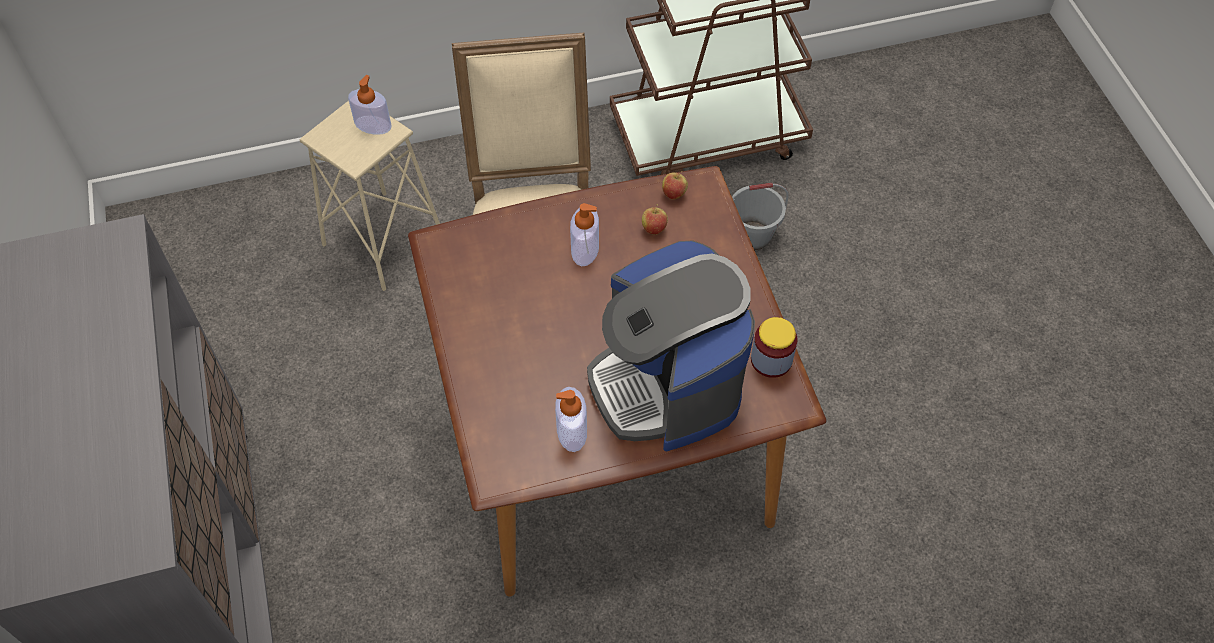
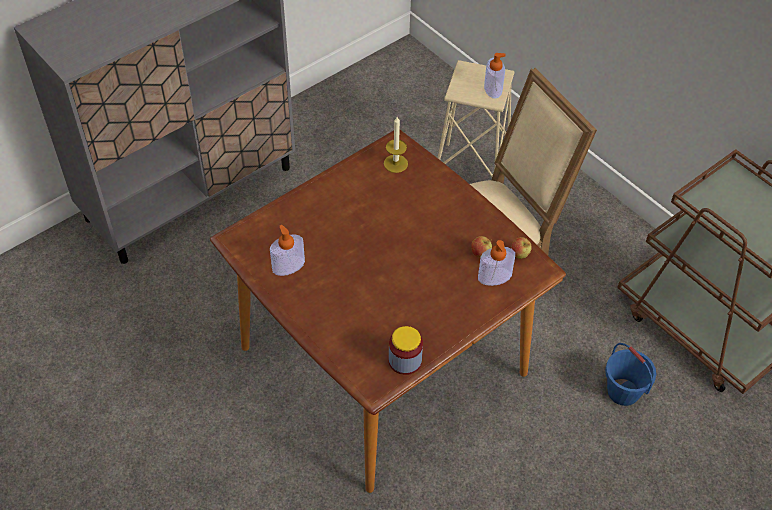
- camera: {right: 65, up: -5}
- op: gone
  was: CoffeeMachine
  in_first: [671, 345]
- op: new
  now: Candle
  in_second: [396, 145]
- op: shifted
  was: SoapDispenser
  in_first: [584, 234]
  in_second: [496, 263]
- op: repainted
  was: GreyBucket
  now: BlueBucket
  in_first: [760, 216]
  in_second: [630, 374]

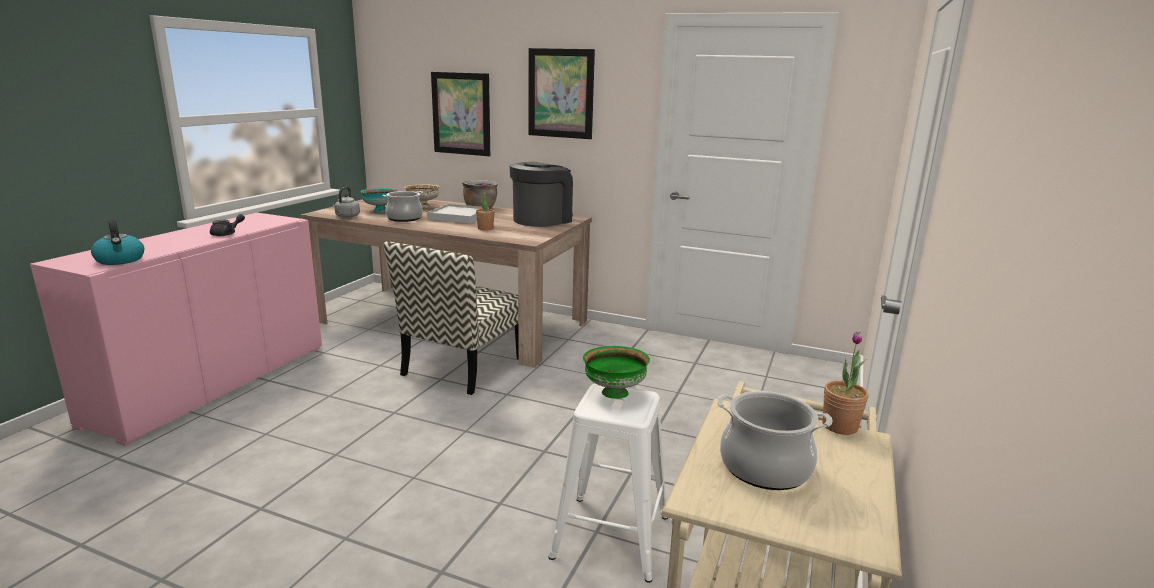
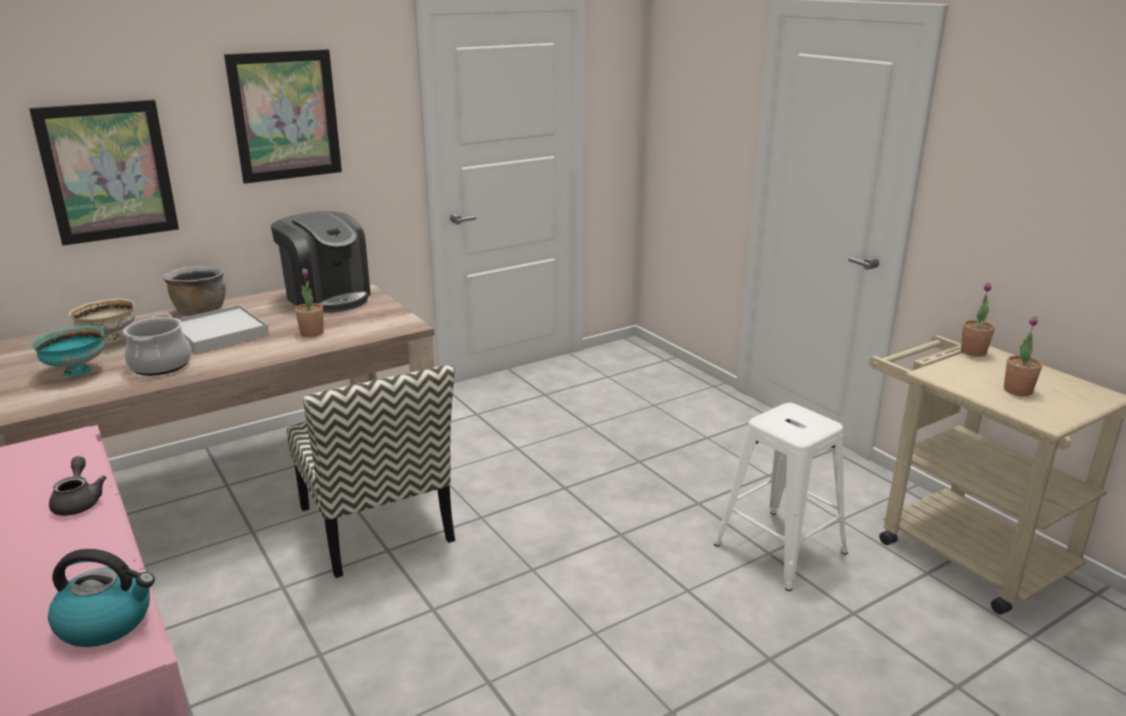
- camera: {right: -55, up: 5}
- op: gone
  was: GreyKettle
  in_first: [346, 202]
- op: gone
  was: GreenBowl
  in_first: [616, 372]
- op: swapped
  was: CookingPot
  now: PottedPlant
  in_first: [775, 440]
  in_second: [1023, 356]
- op: rotated
  was: CoffeeMachine
  in_first: [541, 194]
  in_second: [321, 262]
  clockwise: 150

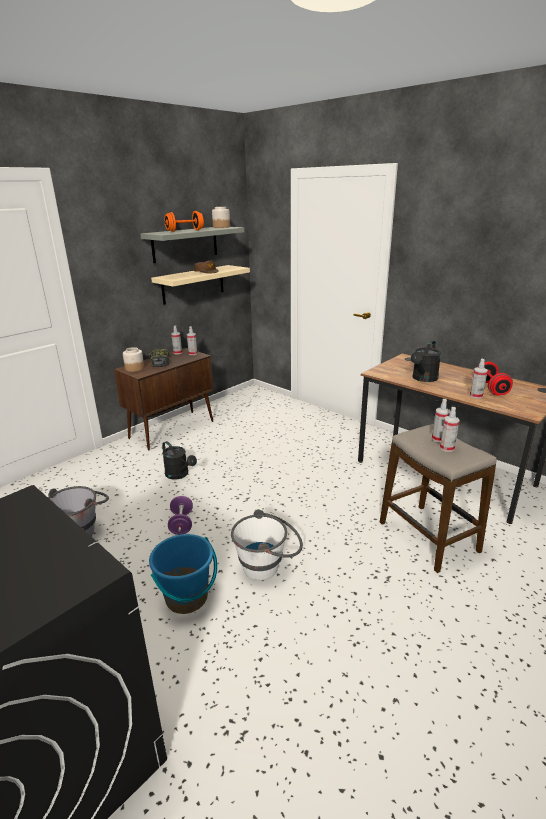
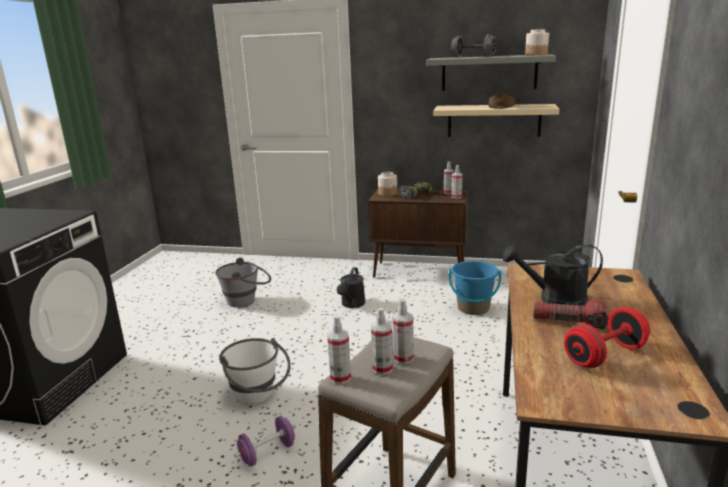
- camera: {right: 60, up: -5}
- op: new
  now: Flashlight
  in_second: [572, 314]
- op: shifted
  was: BlueBucket
  in_first: [183, 574]
  in_second: [475, 288]
- op: shifted
  was: PurpleDumbbell
  in_first: [180, 515]
  in_second: [265, 441]
- op: shifted
  was: SprayBottle
  in_first: [479, 379]
  in_second: [339, 349]
- op: repainted
  was: OrangeDumbbell
  now: GreyDumbbell
  in_first: [184, 221]
  in_second: [473, 46]

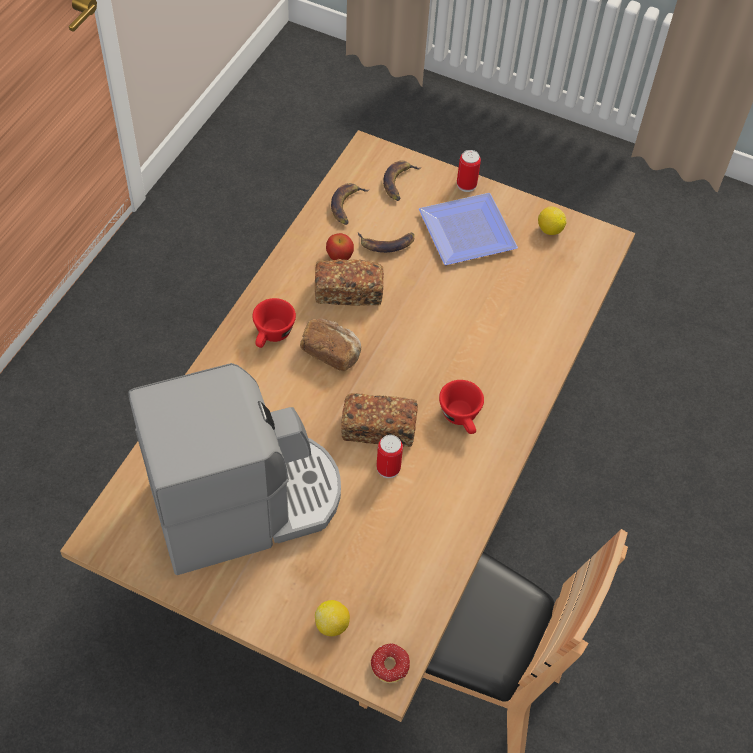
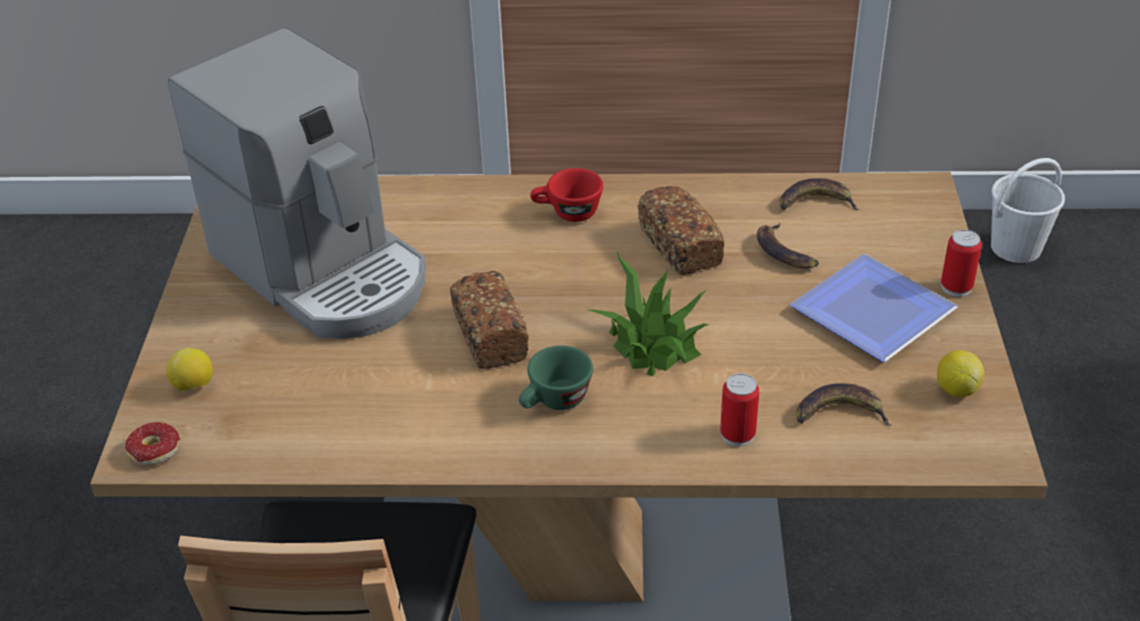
- camera: {right: 70, up: -15}
- op: gone
  was: Bread
  in_first: [330, 345]
- op: gone
  was: Apple
  in_first: [340, 246]
- op: new
  now: PottedPlant
  in_second: [648, 313]
- op: new
  now: WhiteBucket
  in_second: [1028, 210]
- op: shifted
  was: Can
  in_first: [389, 456]
  in_second: [739, 409]
- op: shifted
  was: Banana
  in_first: [401, 180]
  in_second: [843, 404]
- op: repainted
  was: RedCup
  now: GreenCup
  in_first: [461, 407]
  in_second: [556, 378]

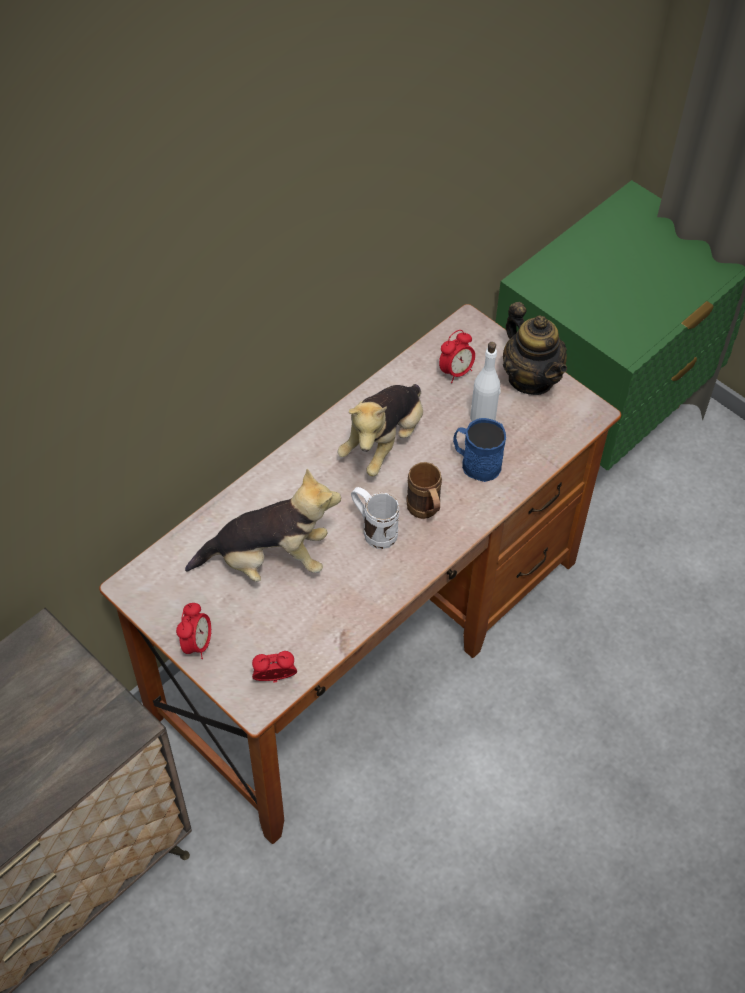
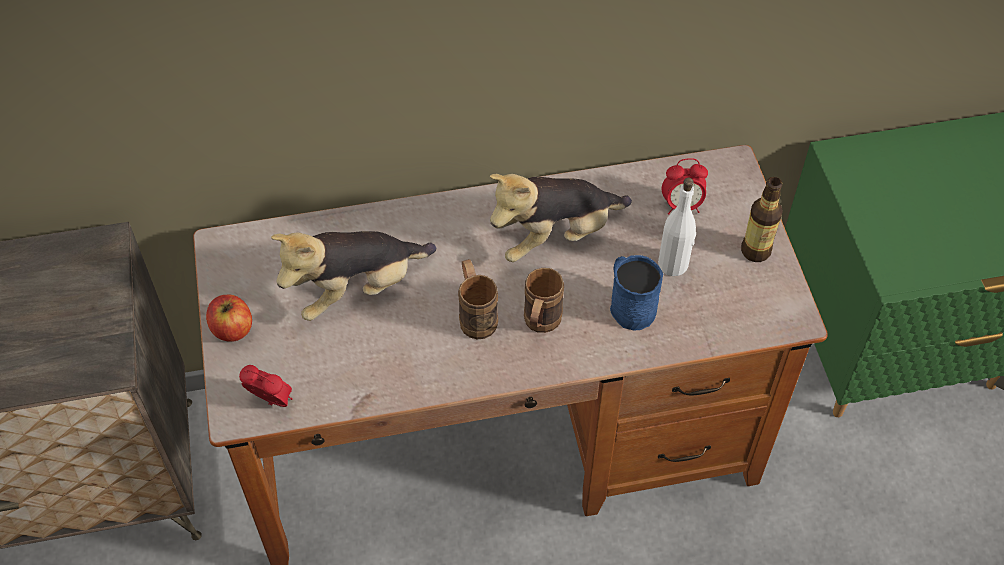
- camera: {right: 35, up: 0}
- op: swapped
  was: AlarmClock
  now: Apple
  in_first: [193, 631]
  in_second: [229, 318]
- op: swapped
  was: Teapot
  now: Bottle
  in_first: [535, 348]
  in_second: [762, 219]
- op: repainted
  was: WhiteMug
  now: BrownMug
  in_first: [375, 518]
  in_second: [478, 299]
- op: rotated
  was: PlushToy
  in_first: [263, 525]
  in_second: [353, 276]
  clockwise: 120

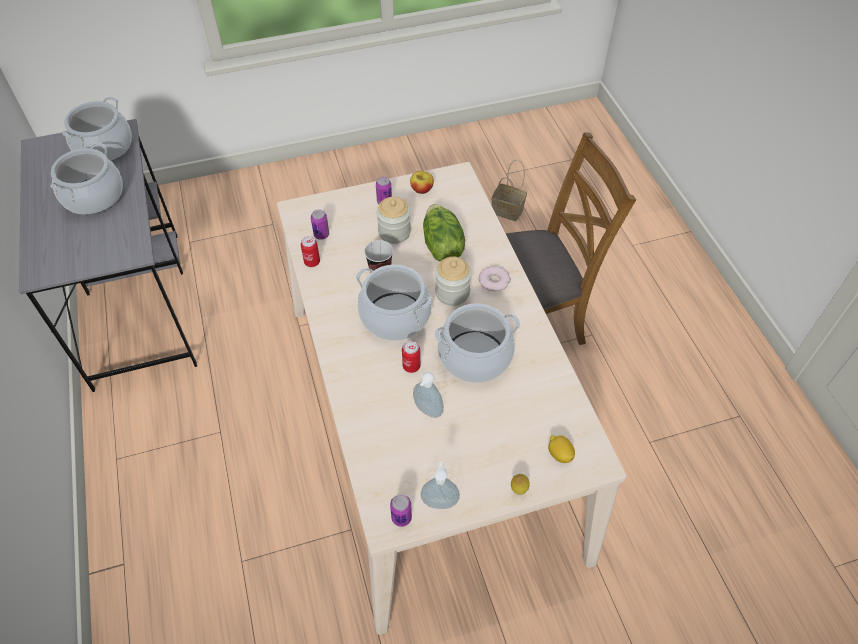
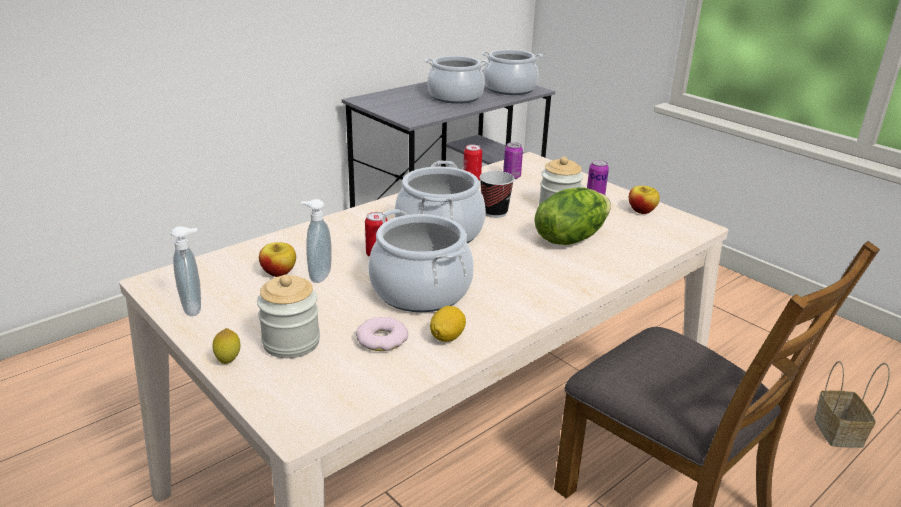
- camera: {right: 65, up: -25}
- op: gone
  was: Can
  in_first: [401, 510]
- op: new
  now: Apple
  in_second: [277, 259]
- op: shifted
  was: Jar
  in_first: [453, 281]
  in_second: [288, 316]
- op: shifted
  was: Donut
  in_first: [495, 279]
  in_second: [382, 334]
- op: shifted
  was: Lemon
  in_first: [561, 449]
  in_second: [448, 324]

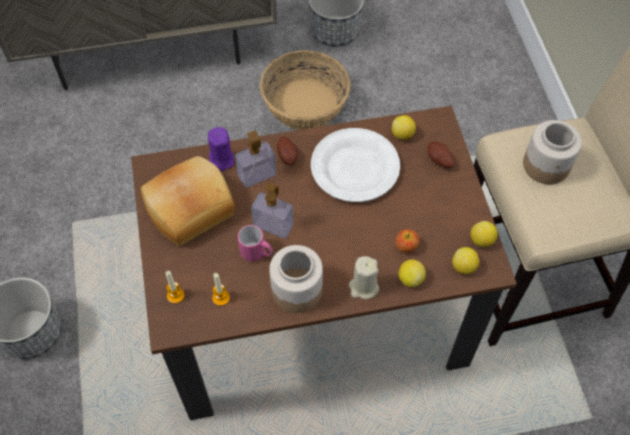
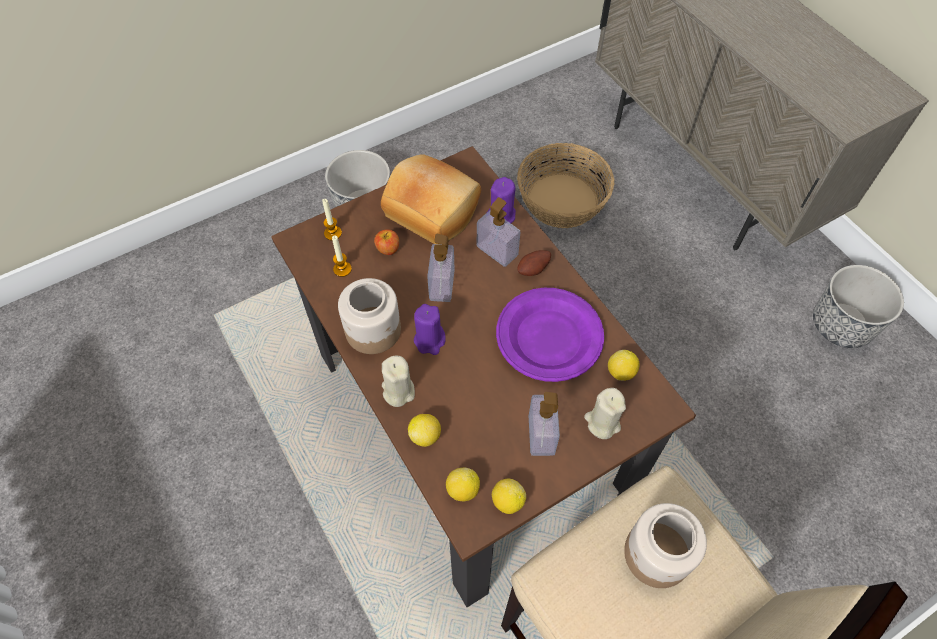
- camera: {right: 70, up: 0}
- op: gone
  was: PinkMug
  in_first: [255, 243]
- op: new
  now: PurpleCandle
  in_second: [430, 329]
- op: new
  now: SoapDispenser
  in_second: [544, 424]
- op: shifted
  was: Basket
  in_first: [305, 90]
  in_second: [566, 185]
- op: shifted
  was: Apple
  in_first: [408, 241]
  in_second: [386, 242]
- op: swapped
  was: Potato
  now: BeigeCandle
  in_first: [441, 155]
  in_second: [605, 413]
- op: repainted
  was: WhitePlate
  now: PurplePlate
  in_first: [355, 165]
  in_second: [550, 335]

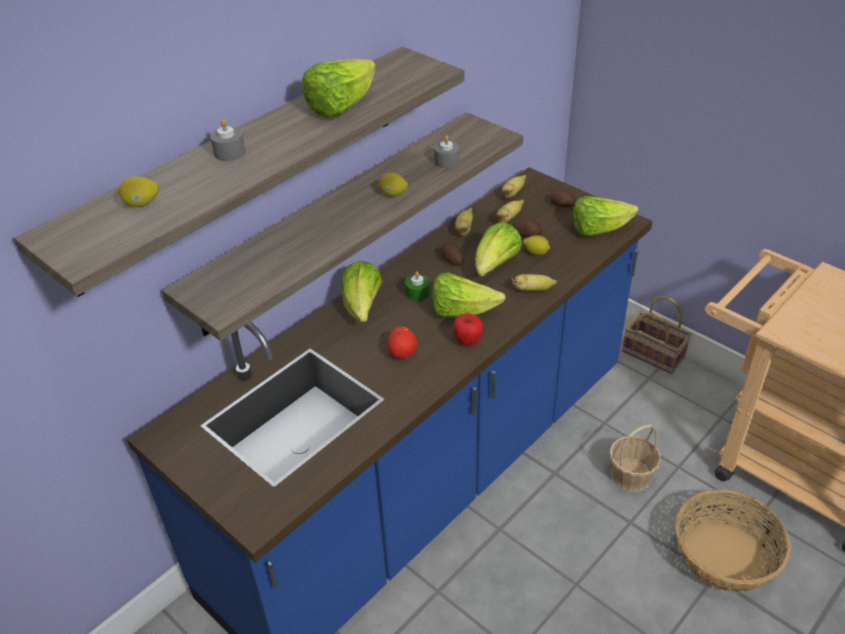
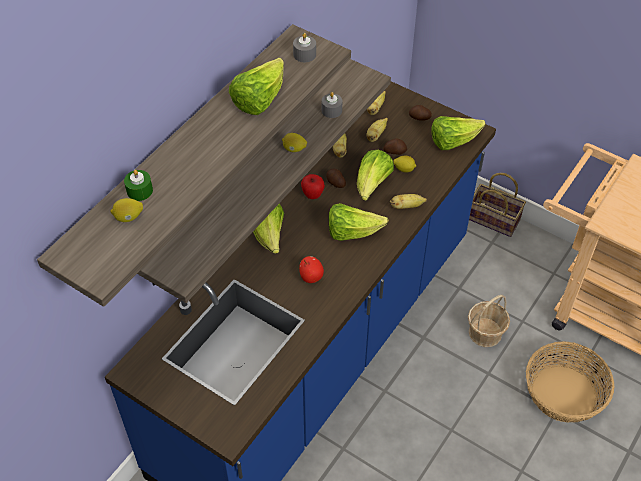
- camera: {right: -10, up: 10}
- op: shifted
  was: GreyCandle
  in_first: [228, 140]
  in_second: [304, 47]
- op: shifted
  was: GreenCandle
  in_first: [417, 286]
  in_second: [138, 185]
- op: shifted
  was: Apple
  in_first: [468, 329]
  in_second: [313, 186]

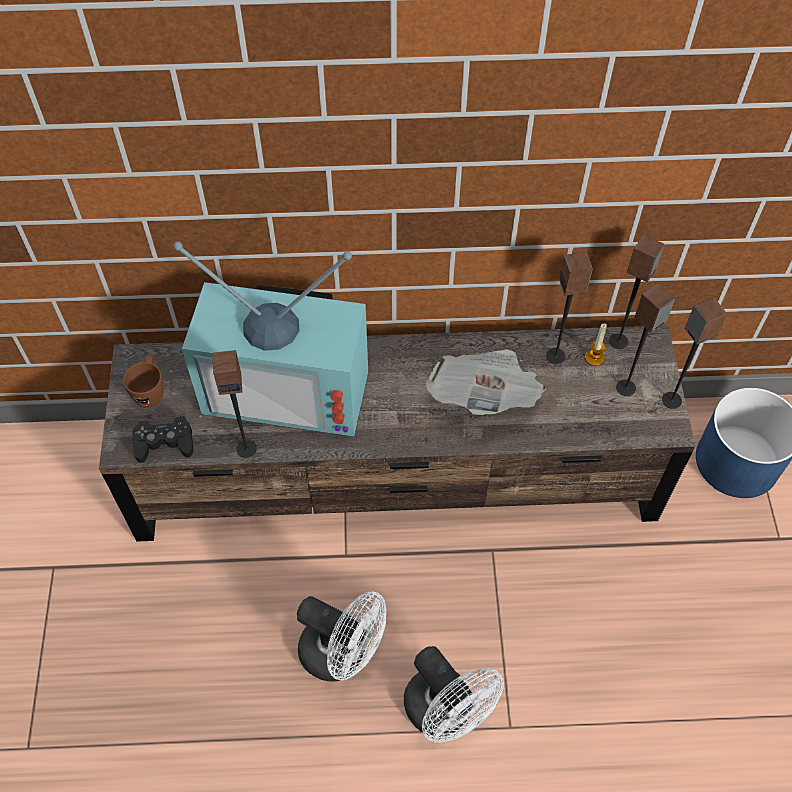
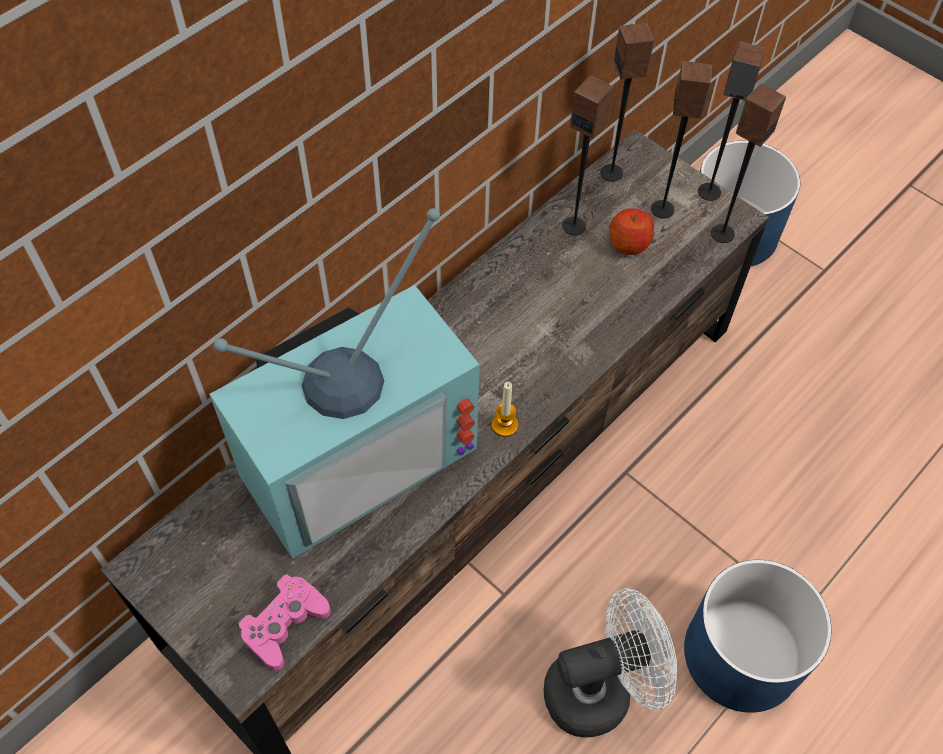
- camera: {right: -45, up: 0}
- op: gone
  was: BrownMug
  in_first: [143, 381]
- op: gone
  was: Newspaper
  in_first: [486, 382]
- op: new
  now: Apple
  in_second: [632, 231]
- op: shifted
  was: Speaker
  in_first: [234, 404]
  in_second: [748, 163]
- op: shifted
  was: Candle
  in_first: [596, 345]
  in_second: [505, 409]
- op: swapped
  was: WhiteFan
  now: BluePlanter
  in_first: [454, 694]
  in_second: [757, 636]
- op: repainted
  was: BlackGameController
  now: PinkGameController
  in_first: [163, 439]
  in_second: [285, 622]

